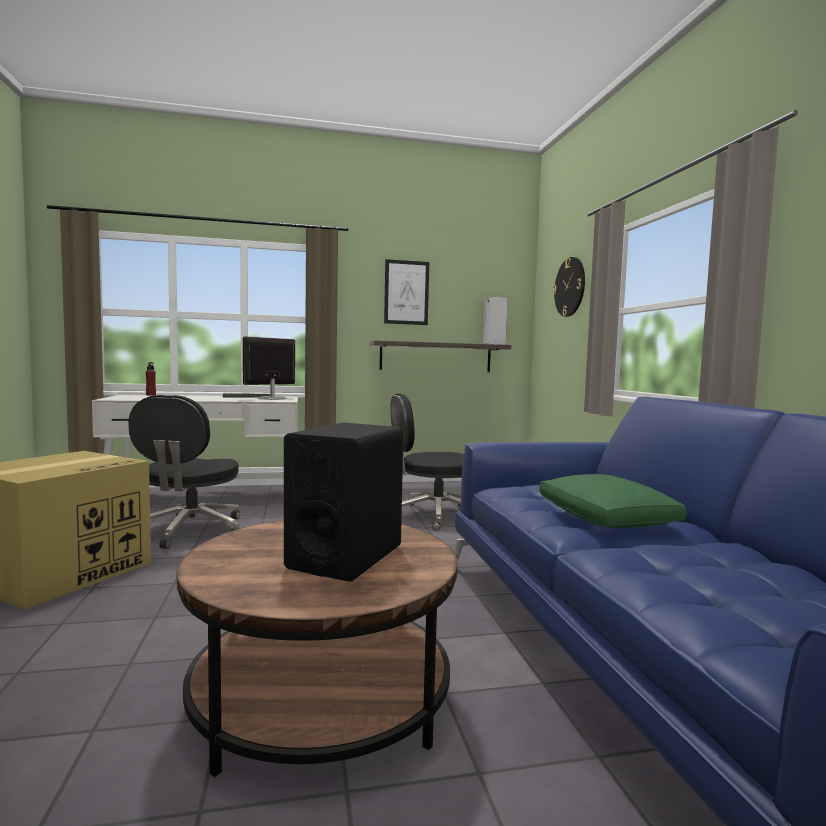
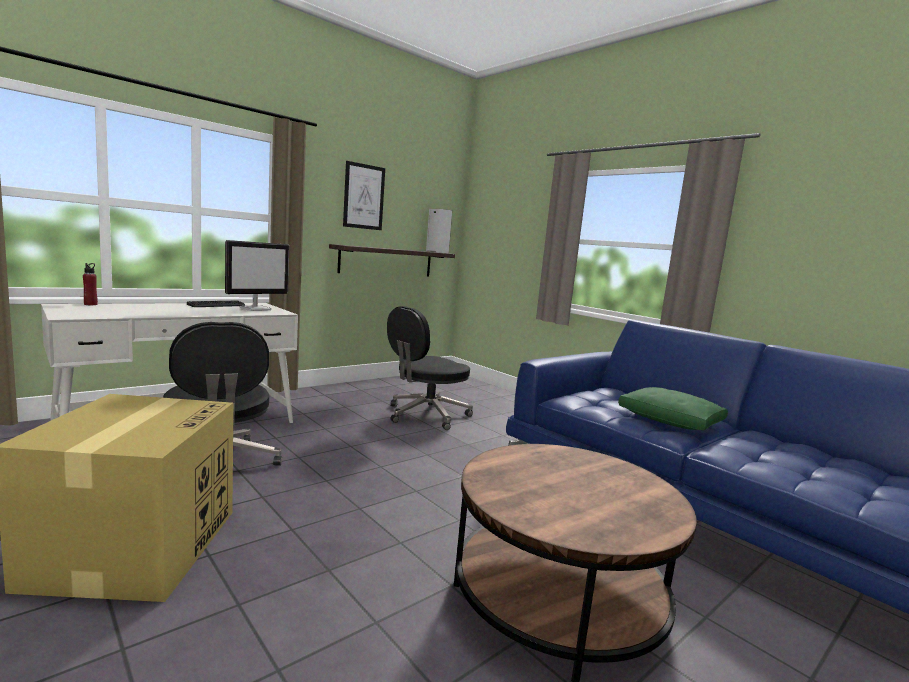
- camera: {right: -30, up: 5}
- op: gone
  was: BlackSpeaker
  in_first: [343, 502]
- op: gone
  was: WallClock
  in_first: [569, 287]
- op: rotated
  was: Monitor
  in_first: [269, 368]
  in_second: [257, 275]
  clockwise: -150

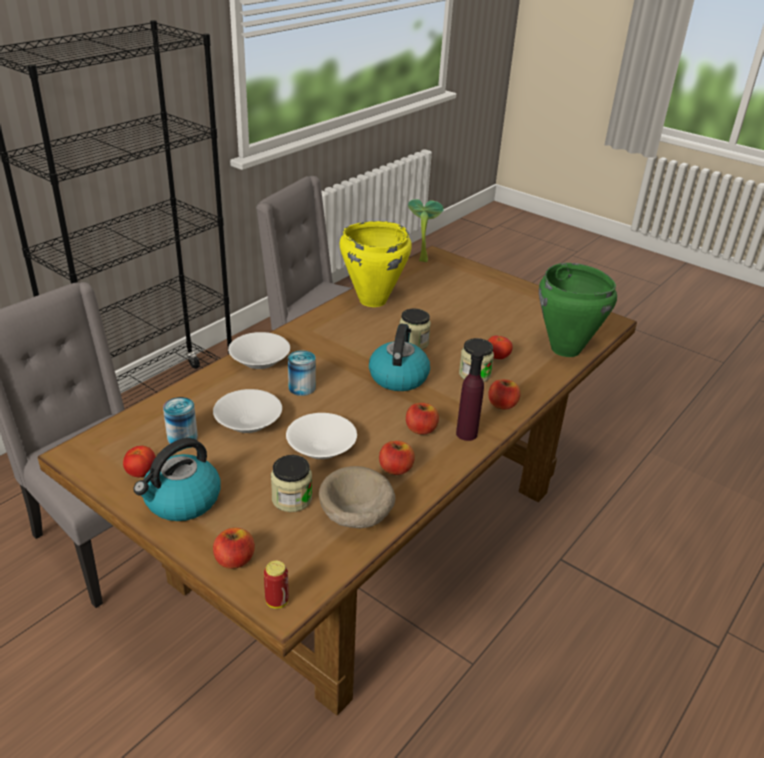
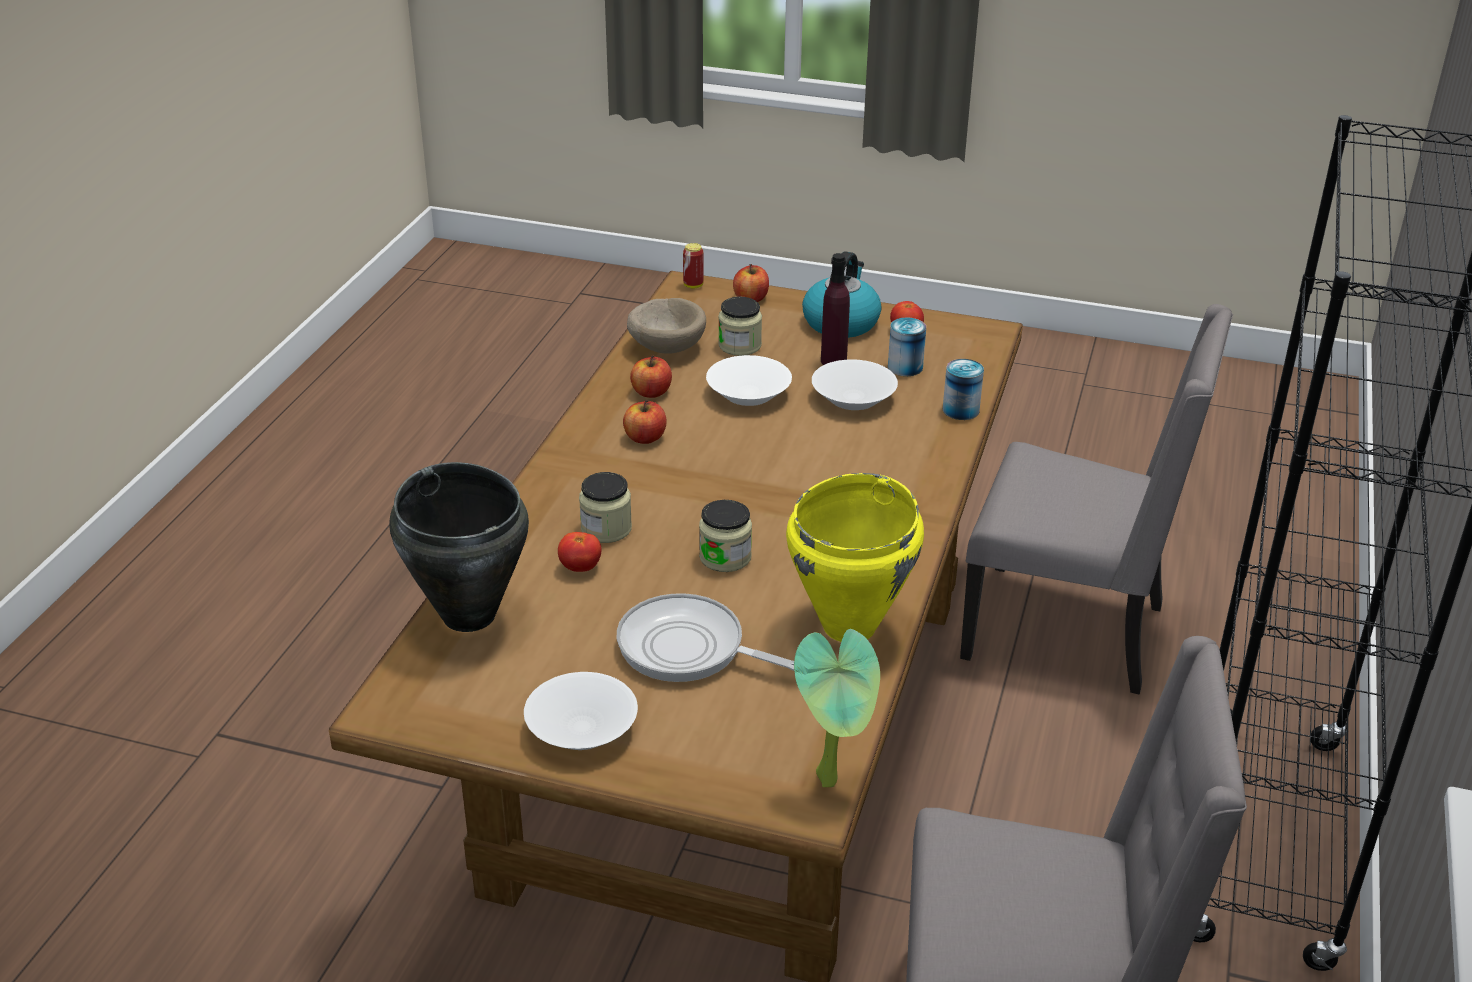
- camera: {right: 160, up: 0}
- op: gone
  was: Kettle
  in_first: [399, 357]
- op: gone
  was: Apple
  in_first: [504, 394]
- op: new
  now: FryingPan
  in_second: [705, 637]
- op: shifted
  was: WhiteBowl
  in_first: [259, 350]
  in_second: [581, 711]
- op: shifted
  was: Can
  in_first: [302, 373]
  in_second: [963, 389]
- op: shifted
  was: PurpleBottle
  in_first: [470, 396]
  in_second: [835, 309]
- op: repainted
  was: GreenCookingPot
  now: BlackCookingPot
  in_first: [578, 310]
  in_second: [459, 547]

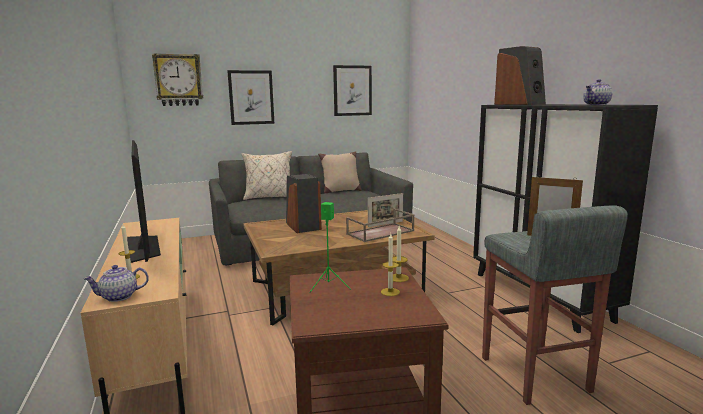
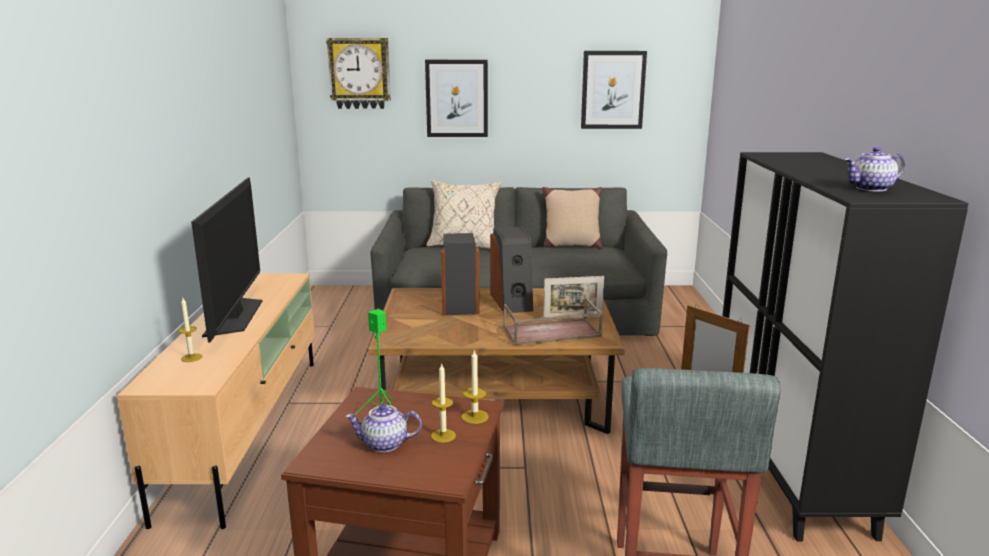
- camera: {right: 20, up: 5}
- op: shifted
  was: Teapot
  in_first: [116, 283]
  in_second: [383, 428]
- op: shifted
  was: Speaker
  in_first: [520, 75]
  in_second: [511, 269]

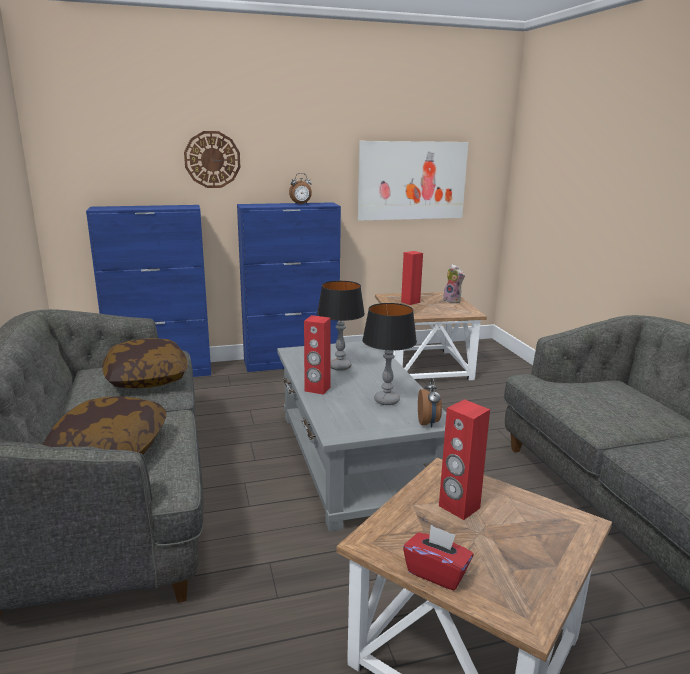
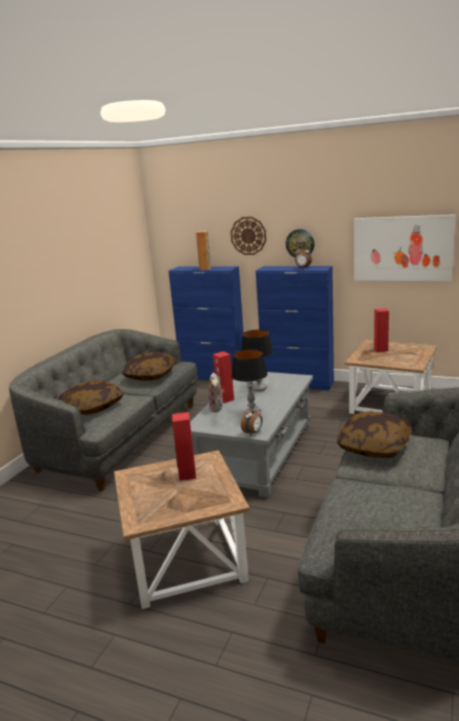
- camera: {right: 40, up: 0}
- op: gone
  was: RedTissueBox
  in_first: [438, 557]
- op: new
  now: BrownSpeaker
  in_second: [203, 250]
- op: new
  now: WallClock
  in_second: [300, 243]
- op: new
  now: Pillow
  in_second: [374, 435]
- op: shifted
  was: PlushToy
  in_first: [454, 283]
  in_second: [216, 392]

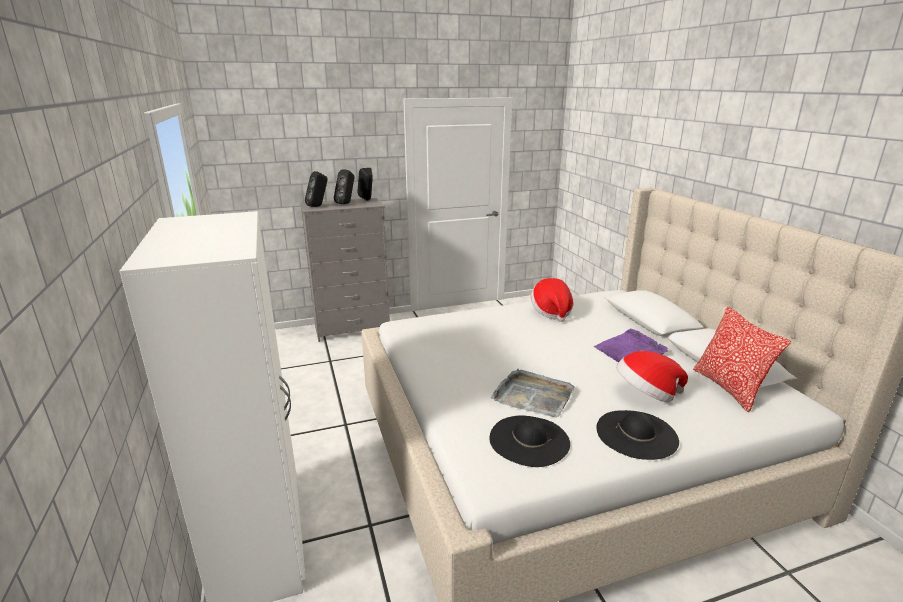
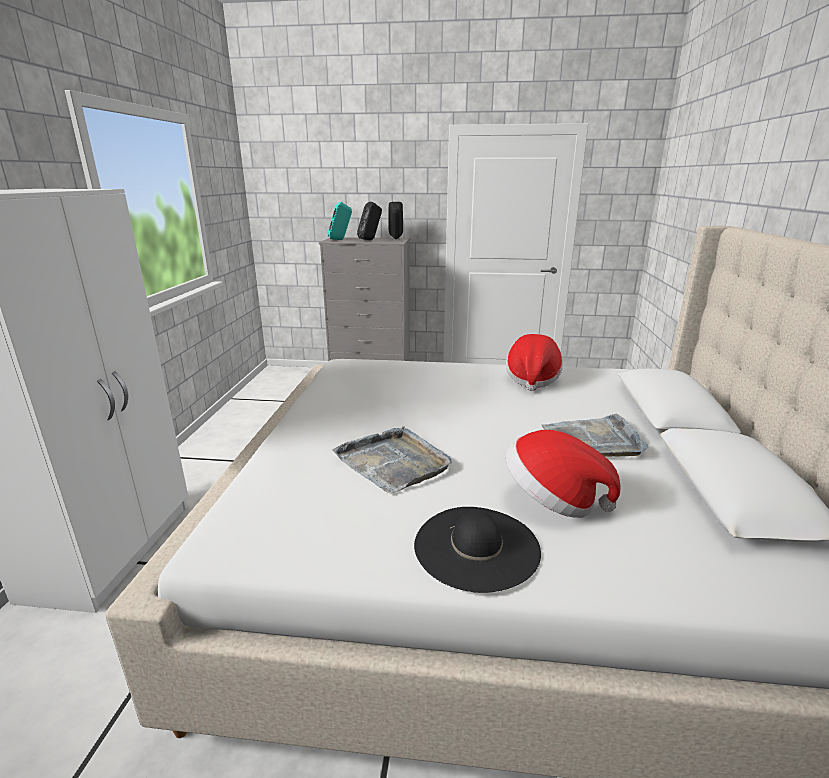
- camera: {right: 25, up: 0}
- op: gone
  was: BlackHat
  in_first: [530, 441]
- op: gone
  was: Pillow
  in_first: [742, 359]
- op: repainted
  was: BlackSpeaker
  now: TurquoiseSpeaker
  in_first: [316, 189]
  in_second: [339, 221]
- op: repainted
  was: PurpleTray
  now: GreyTray
  in_first: [631, 345]
  in_second: [595, 435]

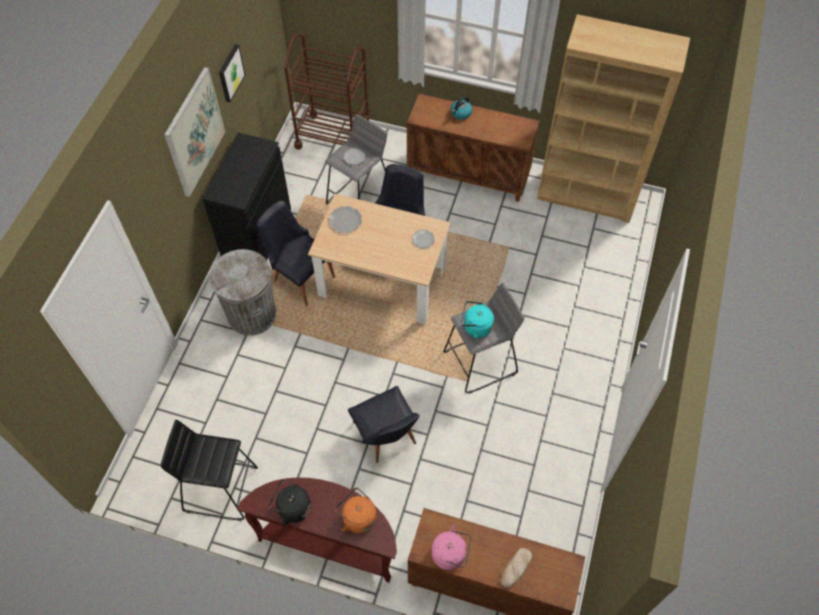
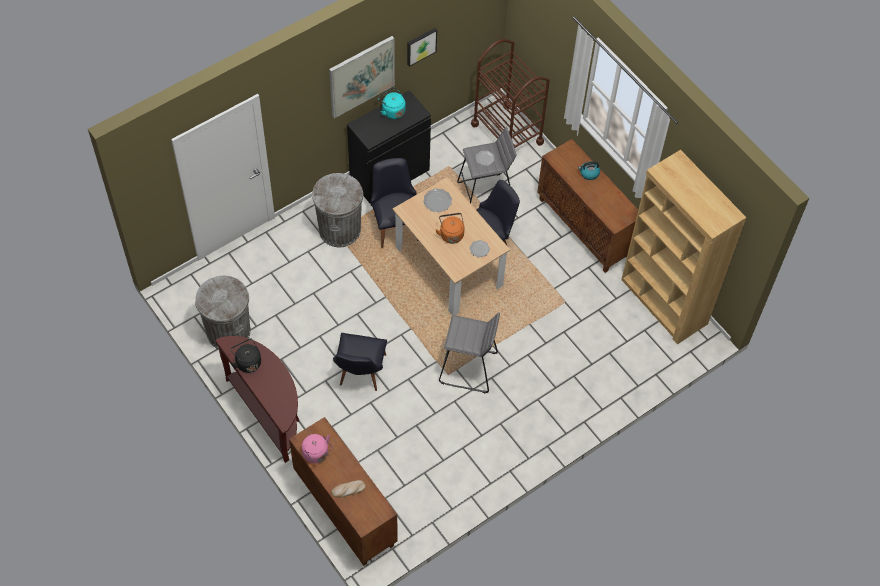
- camera: {right: 35, up: 0}
- op: shifted
  was: OrangeKettle
  in_first: [356, 510]
  in_second: [450, 228]
- op: shifted
  was: TurquoiseKettle
  in_first: [477, 320]
  in_second: [392, 103]
- op: swapped
  was: BlackStool
  now: GreyTrashCan
  in_first: [209, 470]
  in_second: [223, 312]

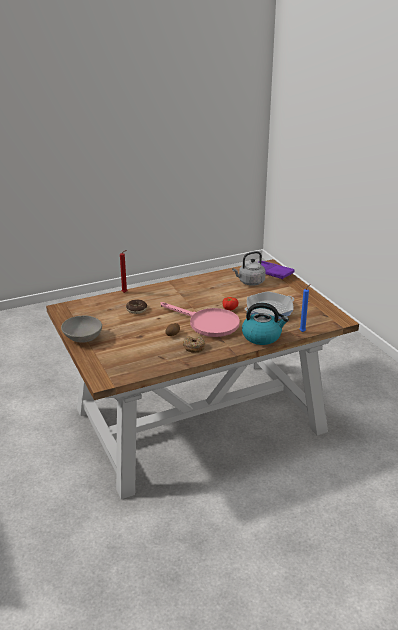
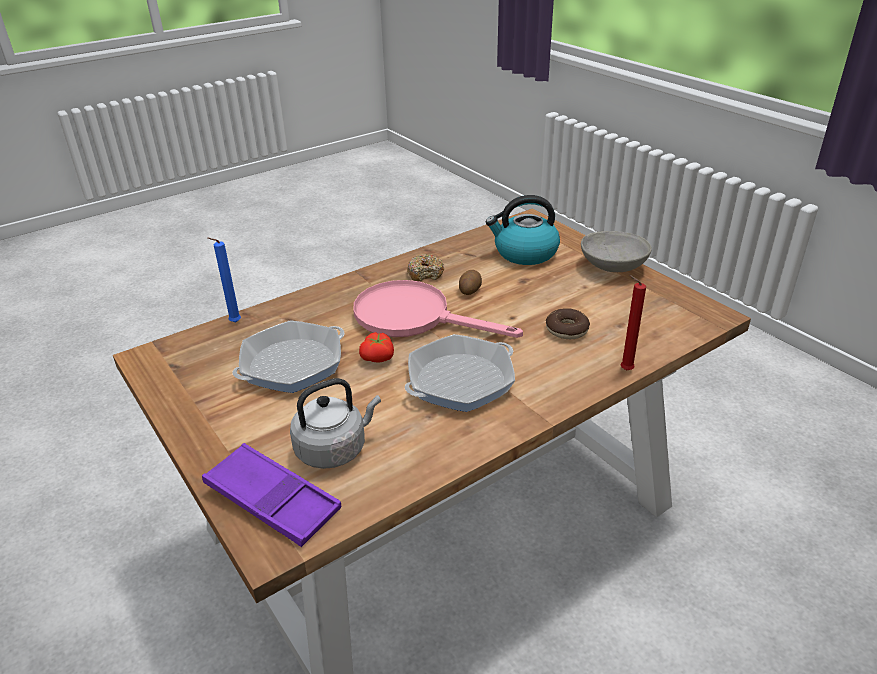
- camera: {right: 170, up: 5}
- op: new
  now: FryingPan
  in_second: [460, 373]
- op: shifted
  was: Kettle
  in_first: [265, 324]
  in_second: [523, 230]

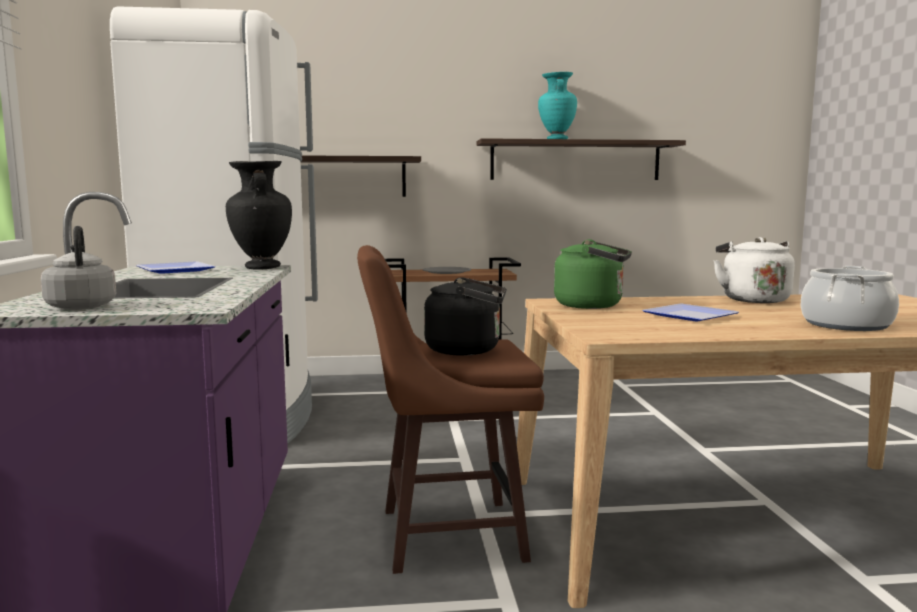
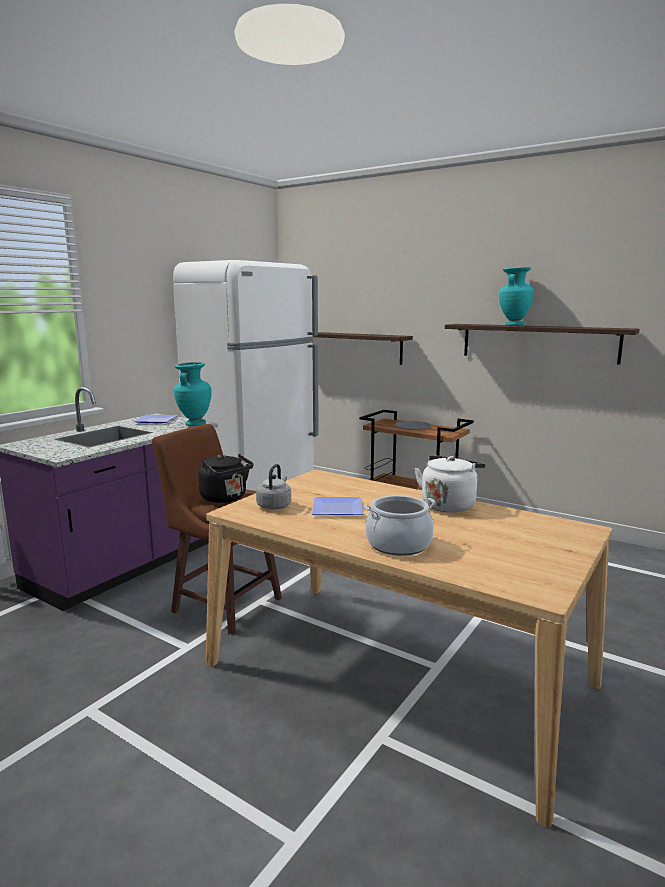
- camera: {right: 40, up: 5}
- op: gone
  was: GreenKettle
  in_first: [593, 274]
- op: shifted
  was: GreyKettle
  in_first: [78, 268]
  in_second: [273, 487]
- op: repainted
  was: BlackVase
  now: TurquoiseVase
  in_first: [259, 215]
  in_second: [193, 394]

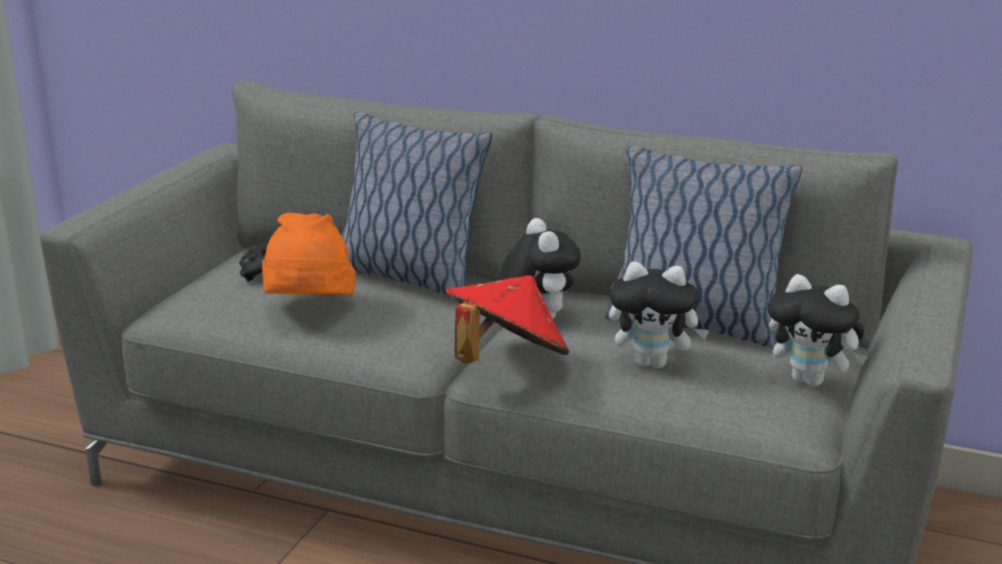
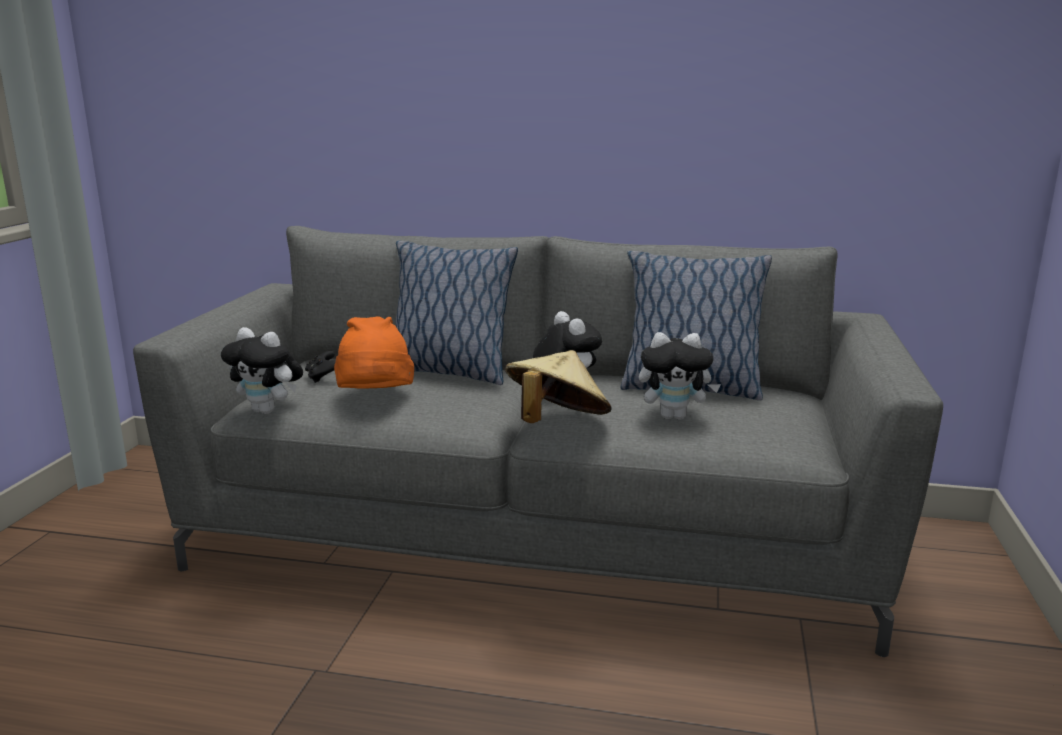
- camera: {right: -10, up: -5}
- op: shifted
  was: PlushToy
  in_first: [818, 330]
  in_second: [262, 370]
- op: repainted
  was: RedHat
  now: BeigeHat
  in_first: [507, 319]
  in_second: [558, 386]

